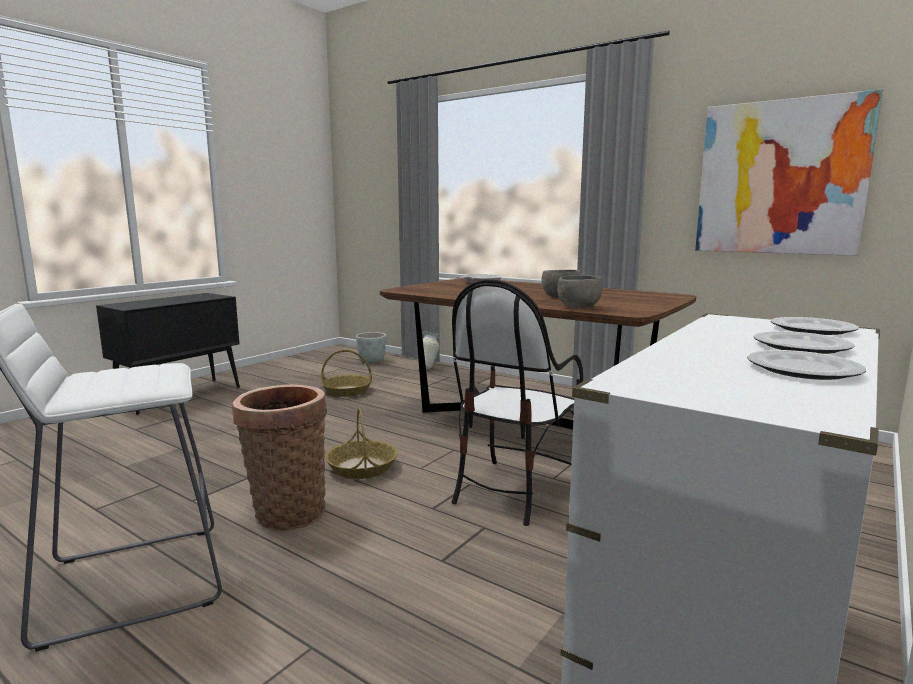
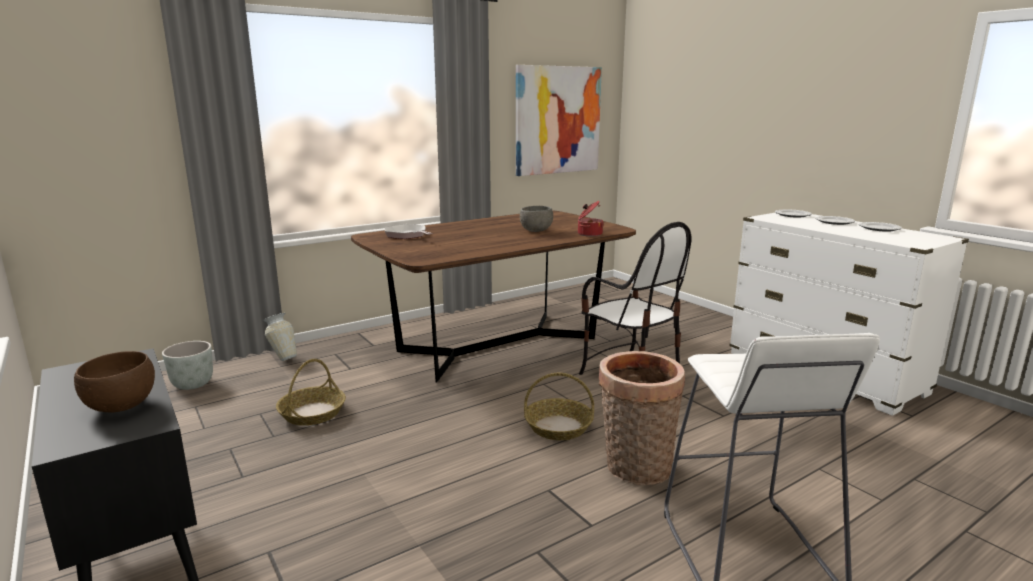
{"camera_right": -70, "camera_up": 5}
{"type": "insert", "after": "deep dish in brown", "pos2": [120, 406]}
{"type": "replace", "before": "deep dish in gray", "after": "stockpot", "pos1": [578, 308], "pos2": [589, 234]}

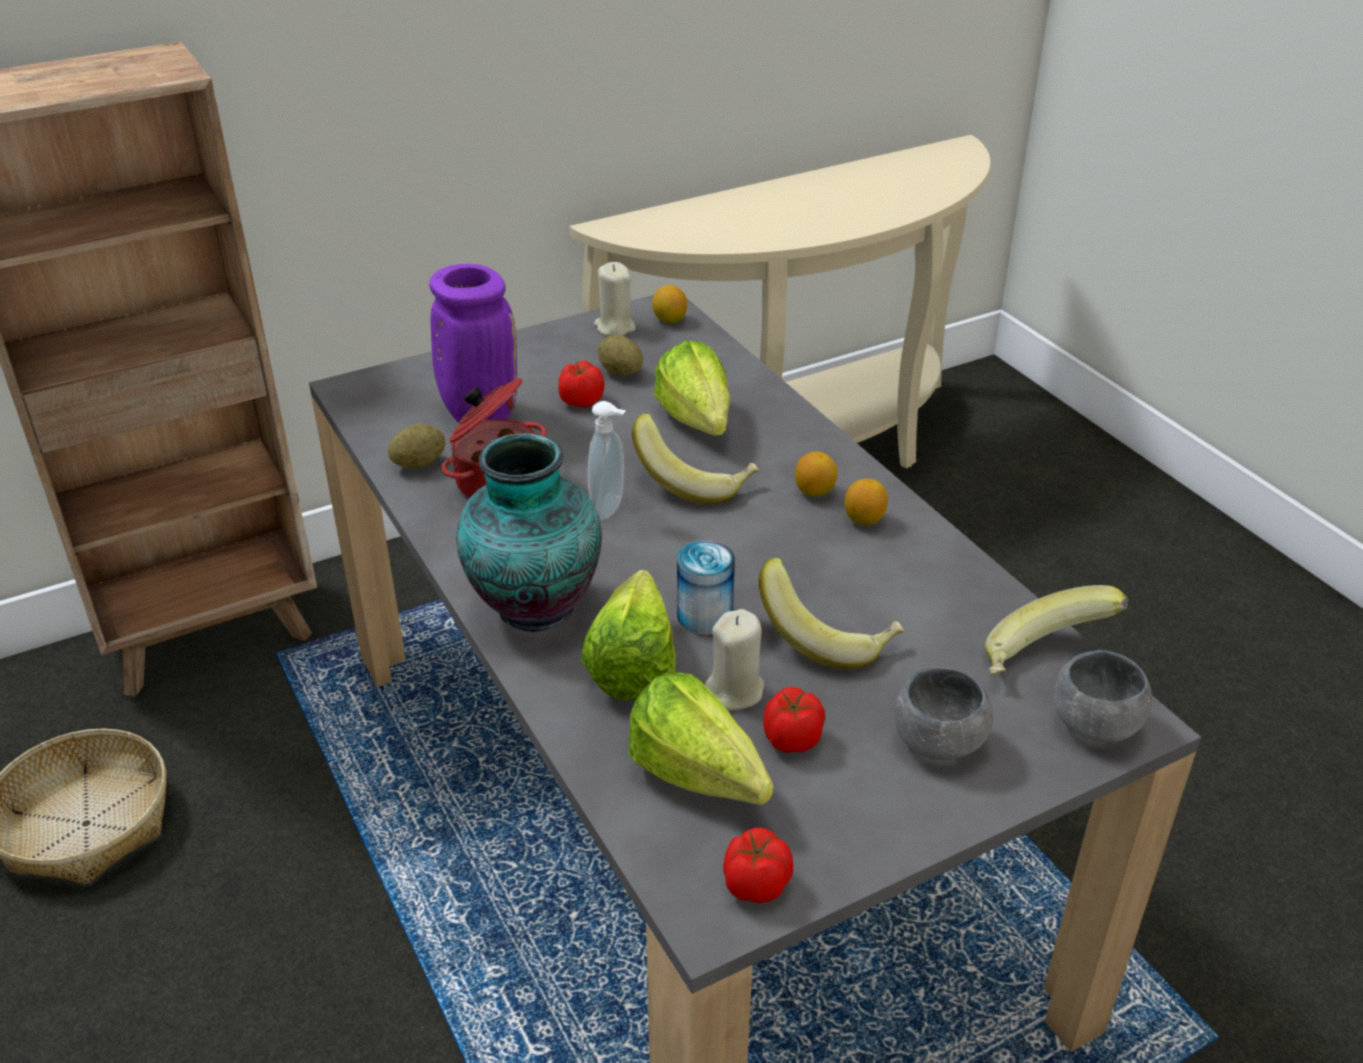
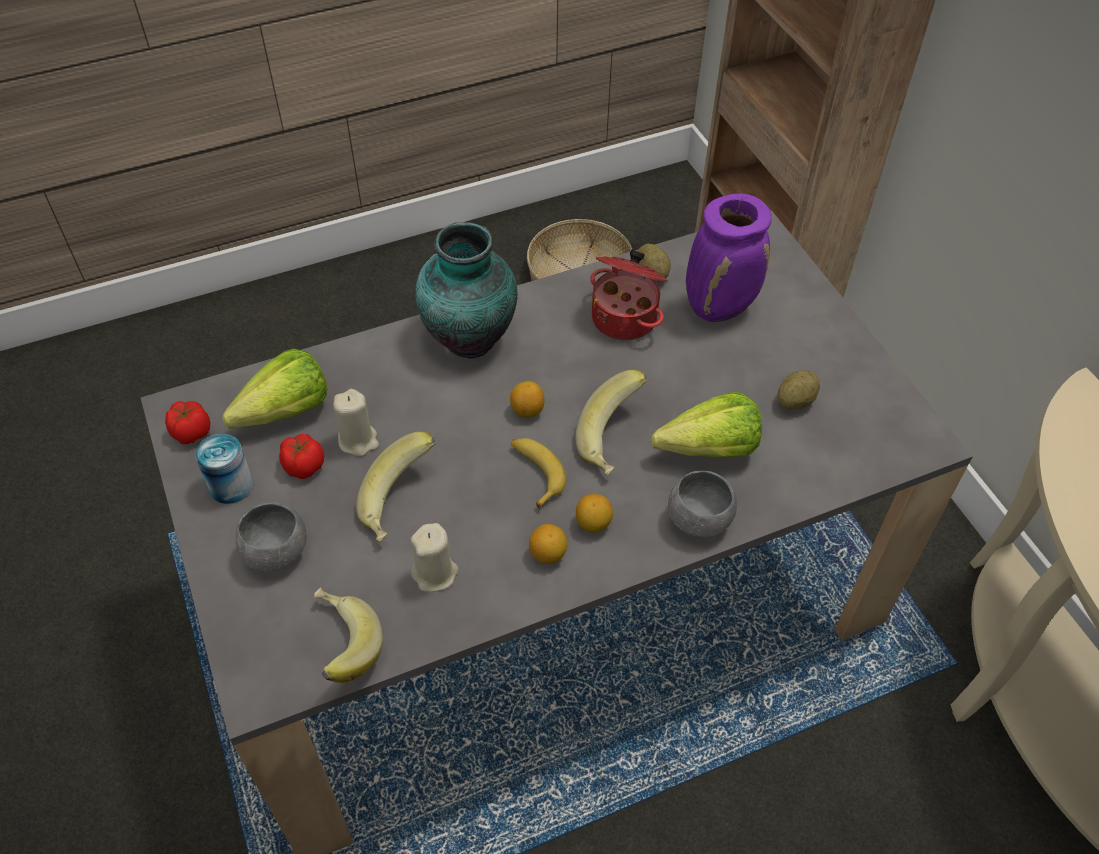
{"camera_right": 95, "camera_up": 15}
{"type": "move", "before": "sealed can", "pos1": [705, 616], "pos2": [231, 485]}
{"type": "move", "before": "candle in sand-coloured", "pos1": [615, 327], "pos2": [435, 573]}
{"type": "move", "before": "citrus fruit", "pos1": [669, 320], "pos2": [527, 410]}
{"type": "insert", "after": "banana fruit", "pos2": [535, 473]}
{"type": "move", "before": "deep dish in gray", "pos1": [1095, 724], "pos2": [699, 520]}
{"type": "delete", "before": "whole tomato", "pos1": [580, 401]}
{"type": "delete", "before": "lettuce head", "pos1": [638, 659]}
{"type": "delete", "before": "soap bottle", "pos1": [610, 508]}

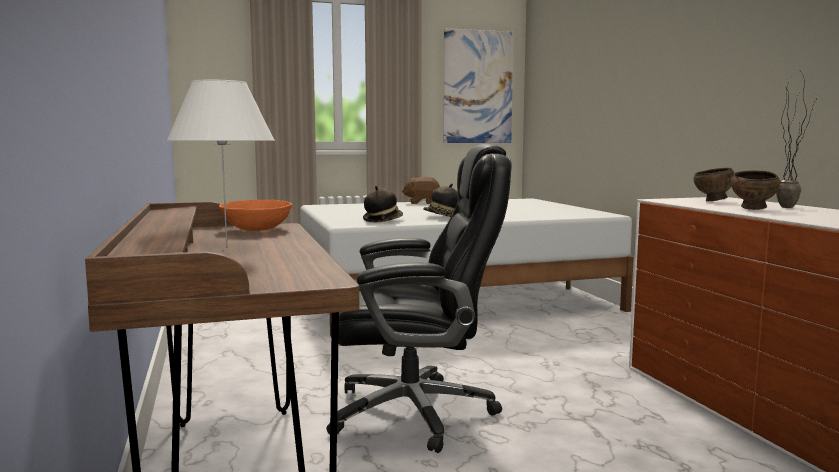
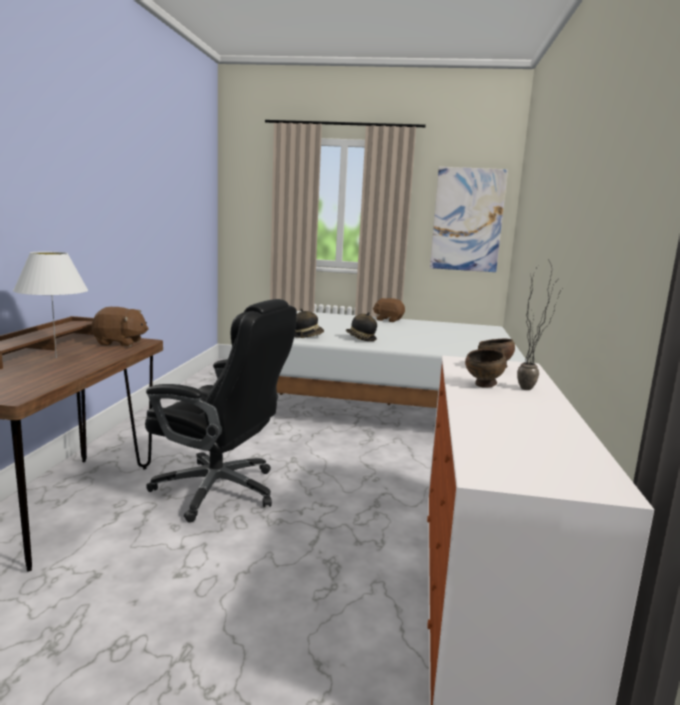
{"camera_right": 25, "camera_up": 5}
{"type": "replace", "before": "deep dish in orange", "after": "cuddly toy in brown", "pos1": [256, 229], "pos2": [120, 343]}

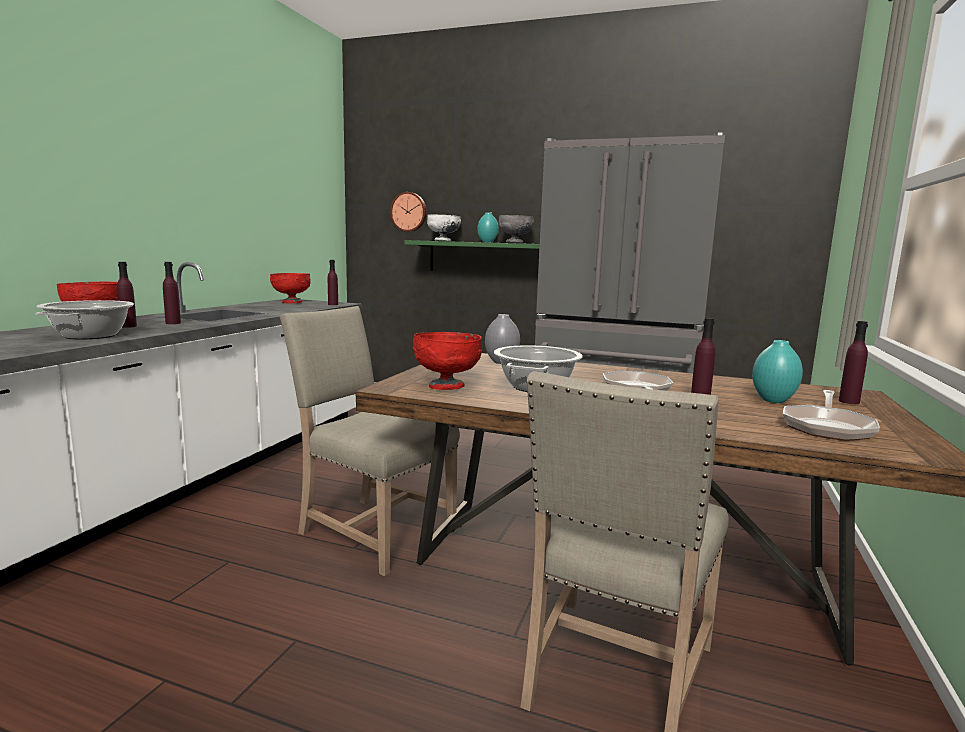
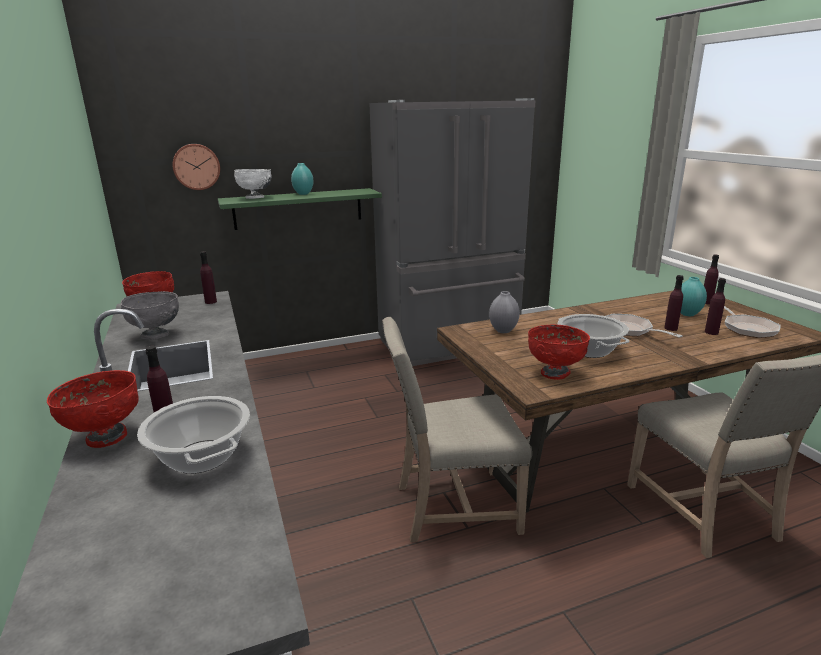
{"camera_right": -40, "camera_up": 10}
{"type": "move", "before": "deep dish in gray", "pos1": [515, 243], "pos2": [156, 335]}
{"type": "move", "before": "beverage bottle in purple-coloured", "pos1": [173, 323], "pos2": [711, 332]}

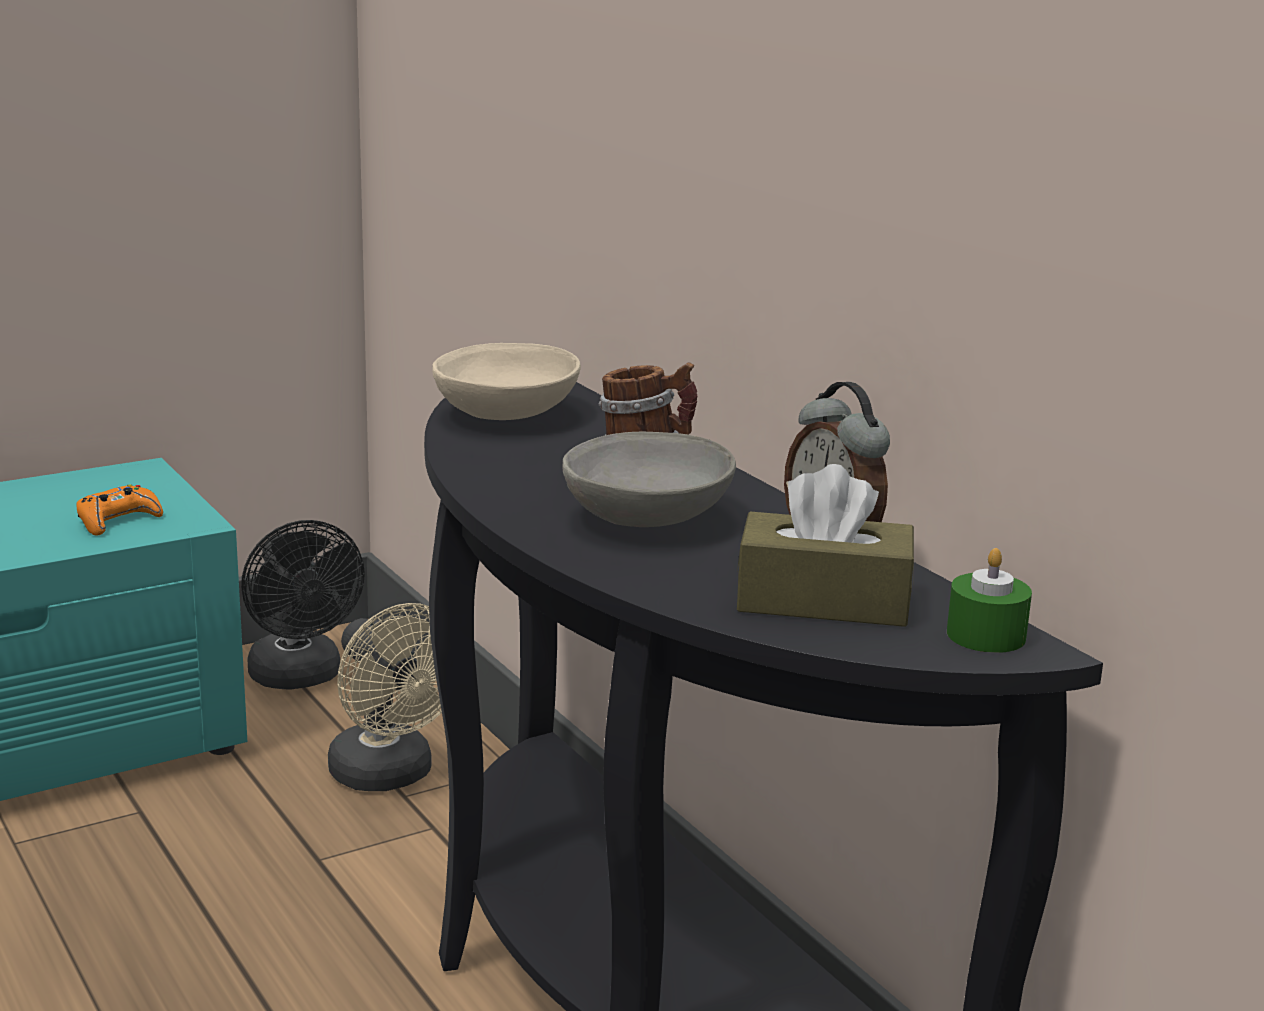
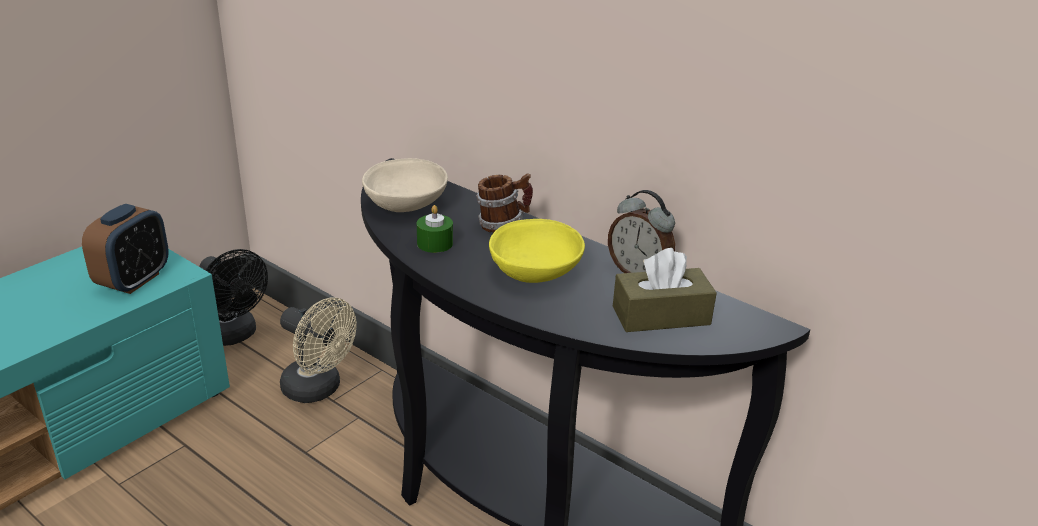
{"camera_right": -20, "camera_up": 10}
{"type": "replace", "before": "gamepad in orange", "after": "bedside clock", "pos1": [117, 520], "pos2": [134, 280]}
{"type": "move", "before": "candle in greenish", "pos1": [986, 635], "pos2": [435, 243]}
{"type": "recolor", "before": "deep dish in gray", "after": "deep dish in yellow", "pos1": [648, 519], "pos2": [536, 272]}

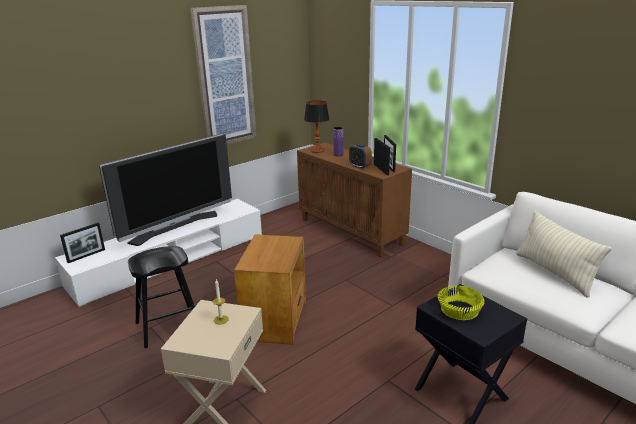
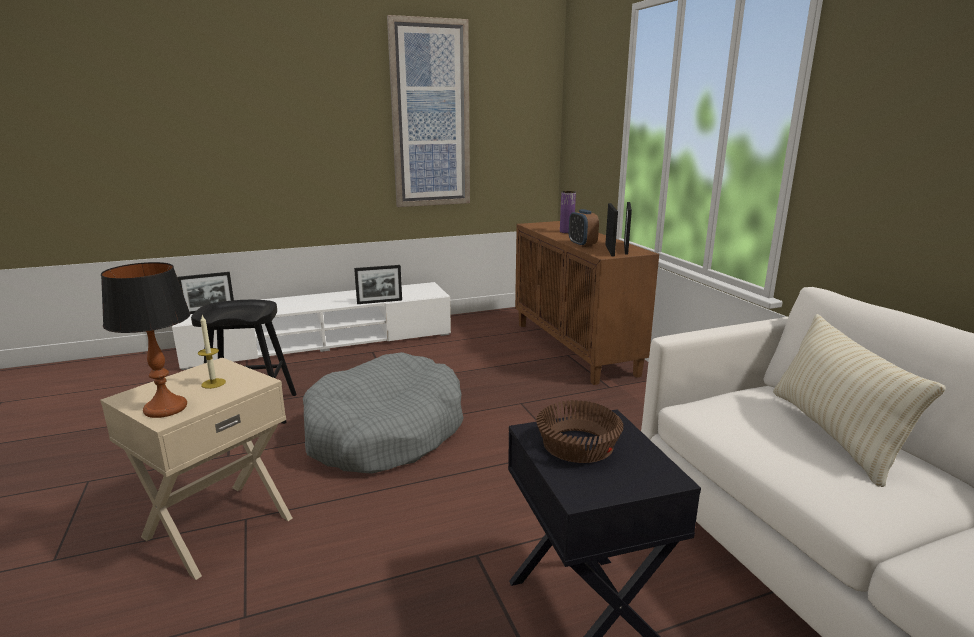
{"camera_right": 20, "camera_up": -5}
{"type": "move", "before": "lamp for a table", "pos1": [317, 150], "pos2": [166, 408]}
{"type": "replace", "before": "accent table in brown", "after": "dog bed in gray", "pos1": [276, 319], "pos2": [385, 432]}
{"type": "insert", "after": "standing frame", "pos2": [379, 302]}
{"type": "recolor", "before": "deep dish in yellow", "after": "deep dish in brown", "pos1": [460, 310], "pos2": [578, 446]}
{"type": "delete", "before": "television", "pos1": [175, 227]}

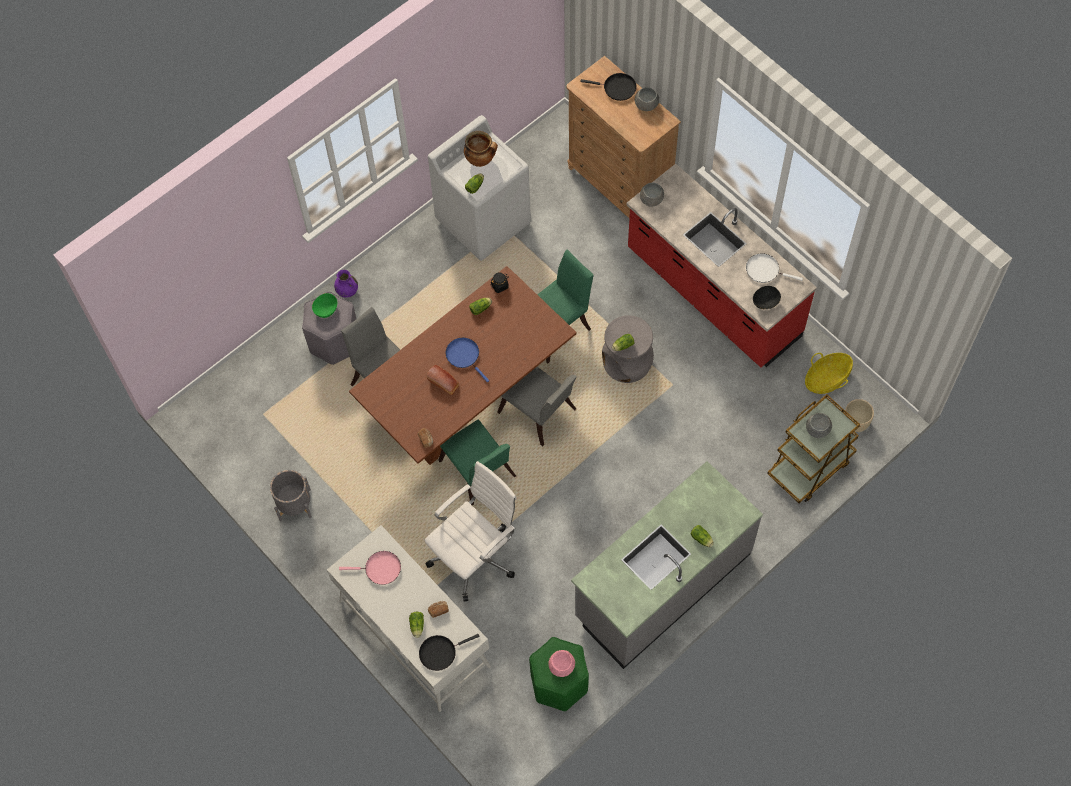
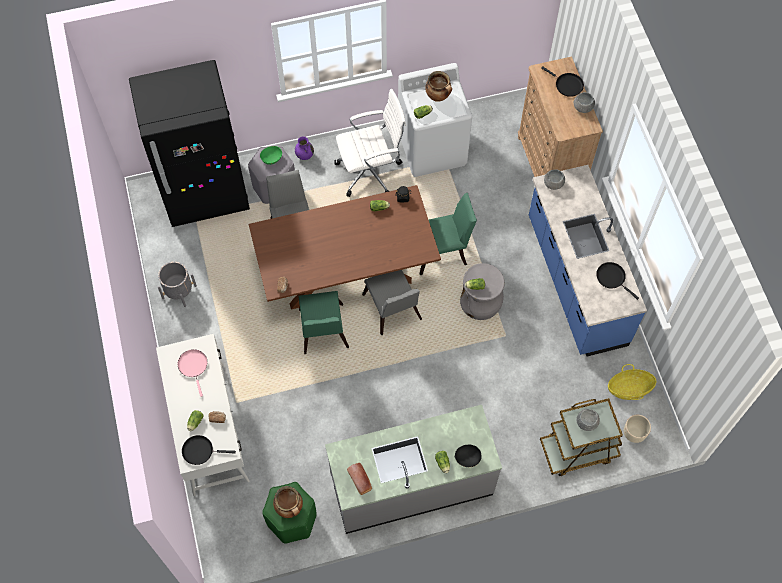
{"camera_right": 25, "camera_up": 0}
{"type": "insert", "after": "fridge in black-coloured", "pos2": [205, 193]}
{"type": "rotate", "before": "skillet in pinkish", "pos1": [380, 569], "pos2": [193, 366], "turn": -135}
{"type": "replace", "before": "deep dish in pinkish", "after": "stockpot", "pos1": [562, 666], "pos2": [290, 507]}
{"type": "move", "before": "office chair in whitish", "pos1": [475, 555], "pos2": [371, 171]}
{"type": "move", "before": "bread", "pos1": [444, 383], "pos2": [360, 481]}
{"type": "move", "before": "deep dish in black-coloured", "pos1": [765, 302], "pos2": [467, 459]}
{"type": "recolor", "before": "kitchen base unit in red-coloured", "after": "kitchen base unit in bluish", "pos1": [712, 294], "pos2": [575, 281]}
{"type": "recolor", "before": "skillet in whitish", "after": "skillet in black-coloured", "pos1": [764, 270], "pos2": [612, 278]}
{"type": "delete", "before": "skillet in bluish", "pos1": [464, 356]}

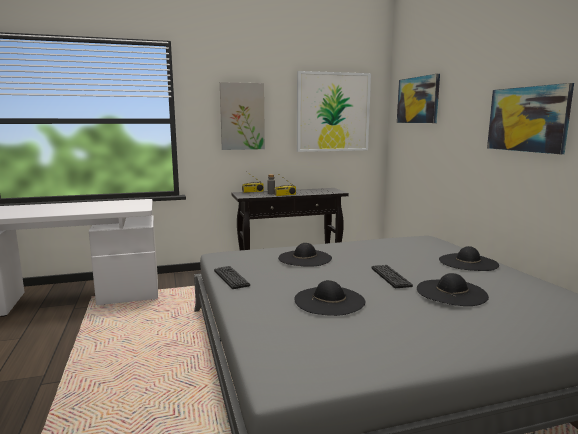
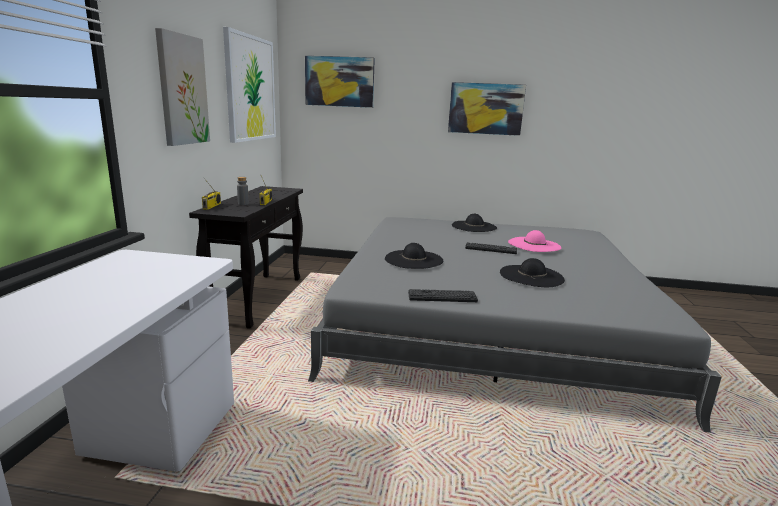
{"camera_right": -65, "camera_up": 5}
{"type": "recolor", "before": "hat in black-coloured", "after": "hat in pinkish", "pos1": [451, 292], "pos2": [534, 245]}

